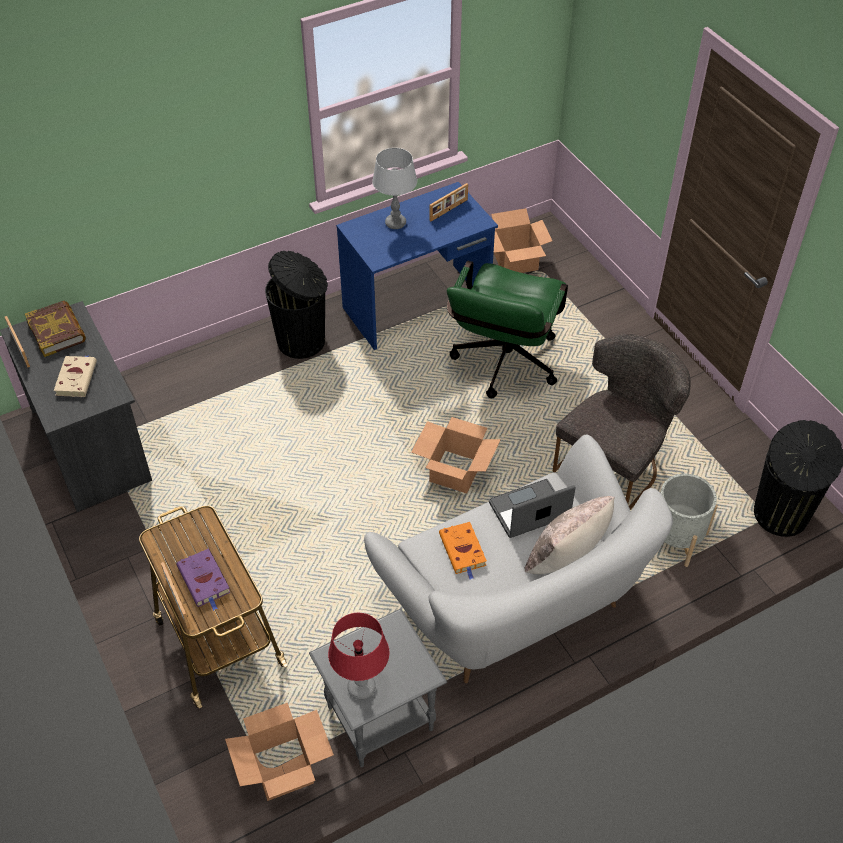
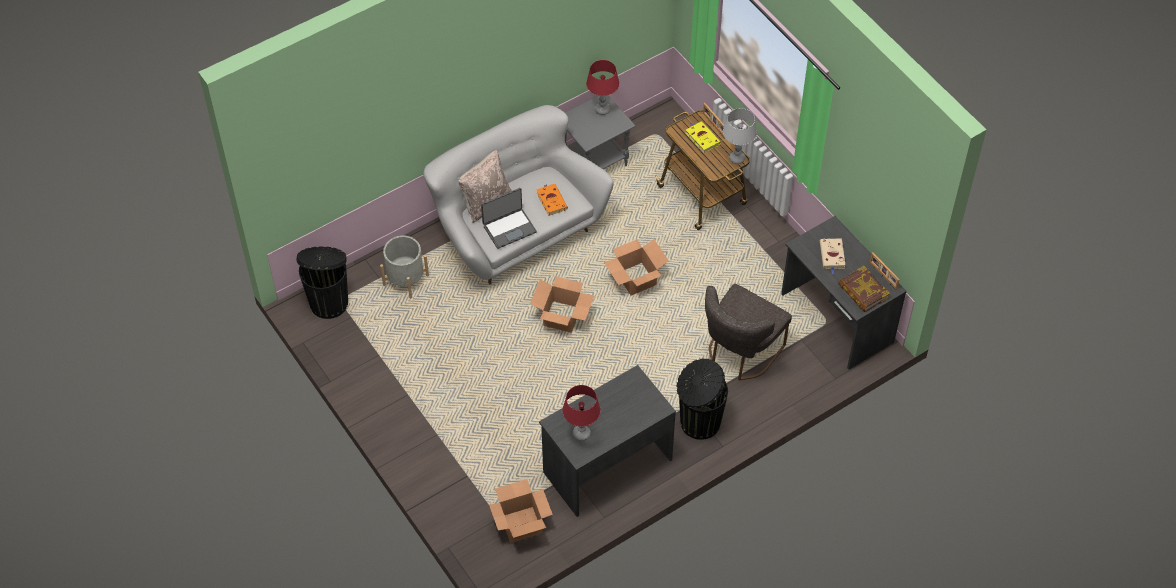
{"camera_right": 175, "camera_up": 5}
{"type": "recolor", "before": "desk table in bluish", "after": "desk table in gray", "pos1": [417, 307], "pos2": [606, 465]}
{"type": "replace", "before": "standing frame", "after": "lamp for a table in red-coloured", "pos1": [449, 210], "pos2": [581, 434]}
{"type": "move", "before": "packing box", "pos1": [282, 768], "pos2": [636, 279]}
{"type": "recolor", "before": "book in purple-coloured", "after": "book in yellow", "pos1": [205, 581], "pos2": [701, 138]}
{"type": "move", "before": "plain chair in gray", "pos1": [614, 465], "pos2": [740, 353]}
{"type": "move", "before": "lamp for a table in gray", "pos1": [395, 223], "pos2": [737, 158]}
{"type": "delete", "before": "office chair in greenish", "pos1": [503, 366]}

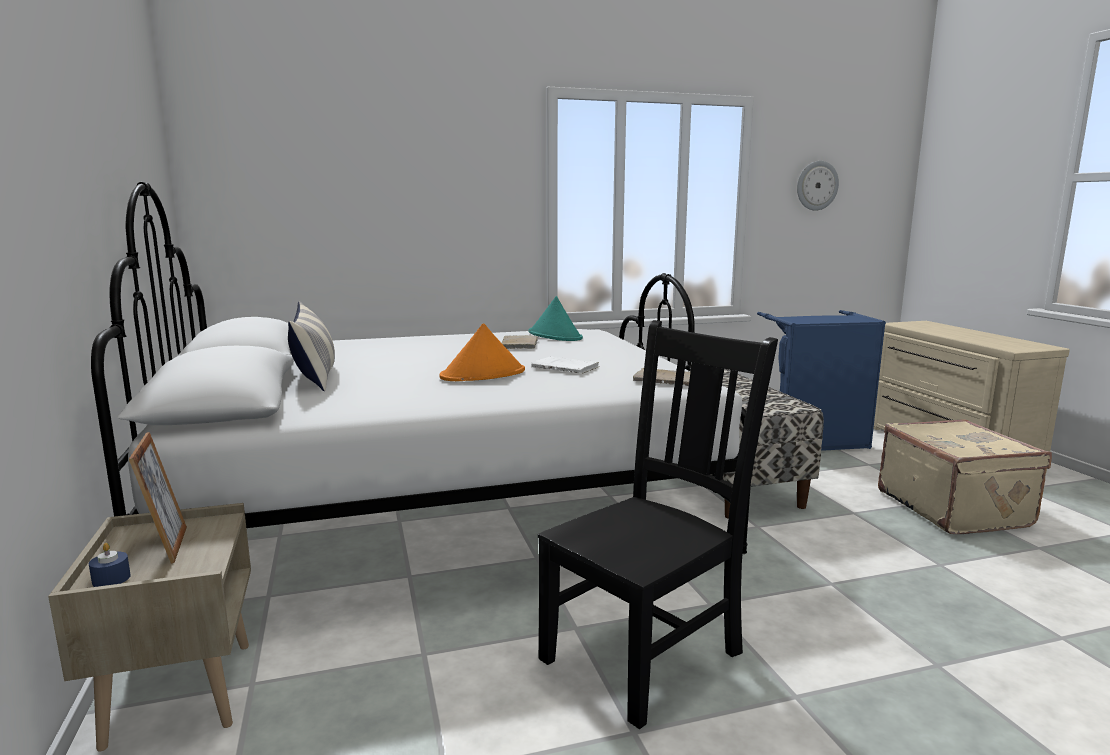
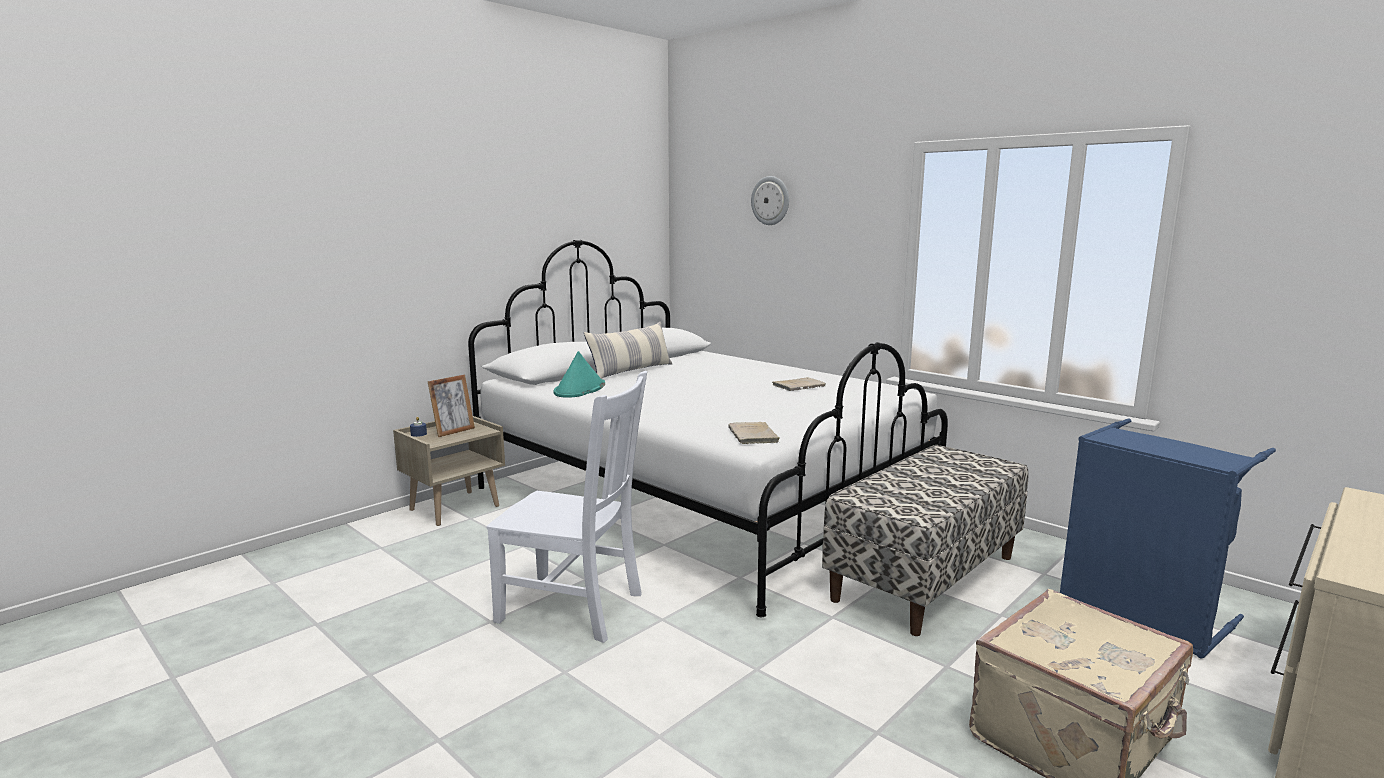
{"camera_right": 60, "camera_up": 0}
{"type": "recolor", "before": "plain chair in black-coloured", "after": "plain chair in whitish", "pos1": [646, 653], "pos2": [575, 608]}
{"type": "move", "before": "hat in turquoise", "pos1": [555, 335], "pos2": [579, 389]}
{"type": "move", "before": "wall clock", "pos1": [816, 185], "pos2": [770, 200]}
{"type": "delete", "before": "hat in orange", "pos1": [483, 375]}
{"type": "delete", "before": "book in whitish", "pos1": [567, 368]}

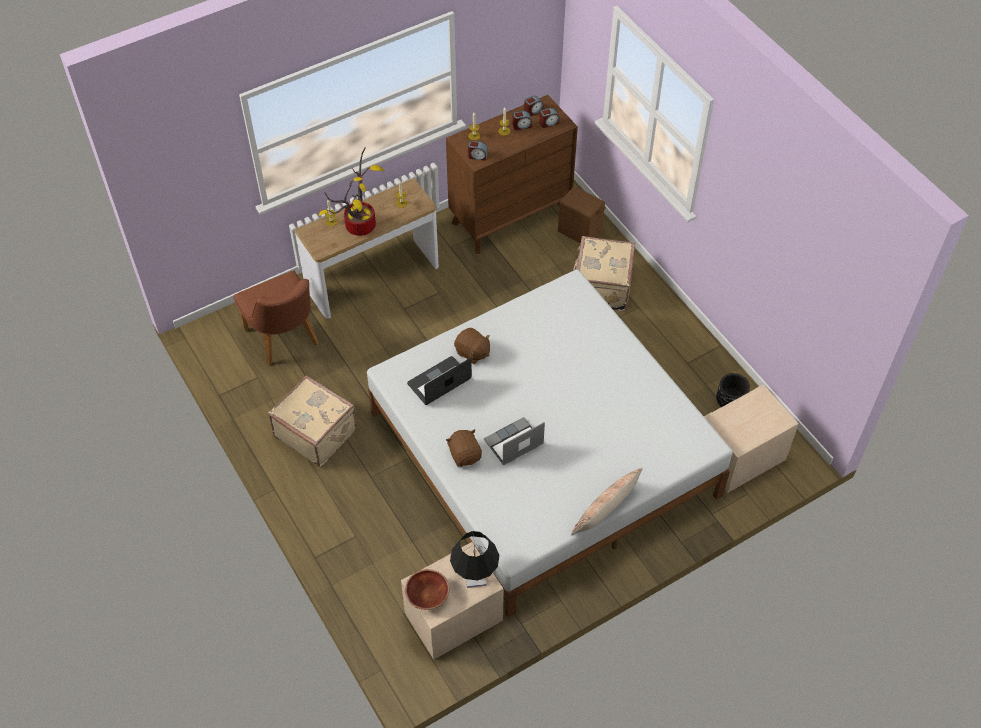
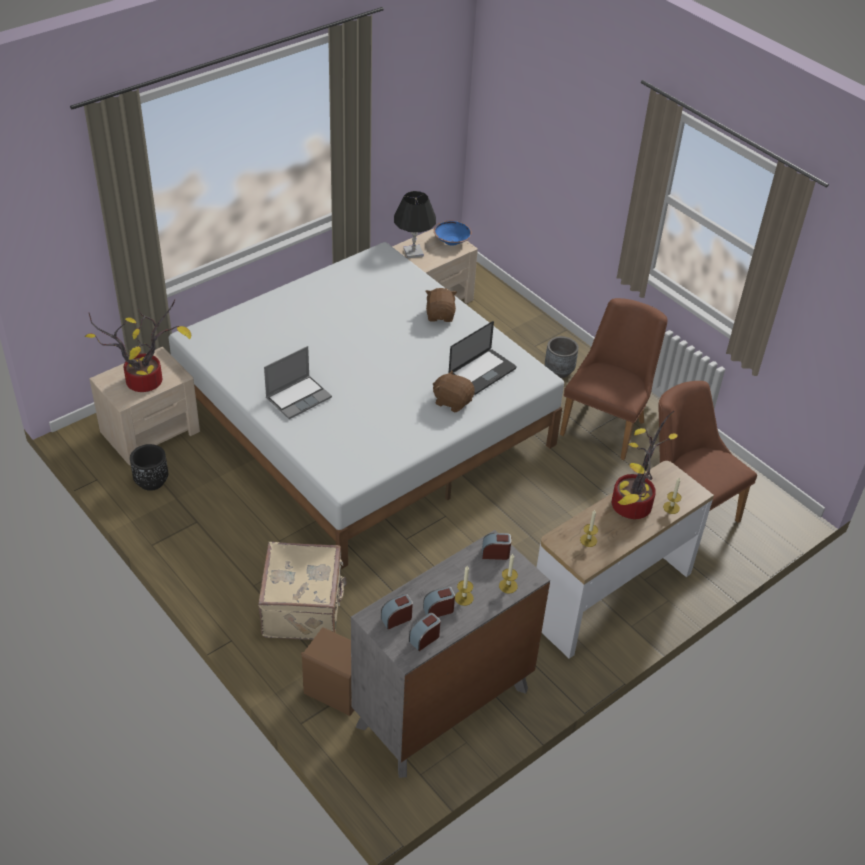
{"camera_right": 170, "camera_up": -10}
{"type": "insert", "after": "plant in a pot", "pos2": [146, 379]}
{"type": "move", "before": "laptop", "pos1": [513, 443], "pos2": [298, 397]}
{"type": "recolor", "before": "dresser in brown", "after": "dresser in gray", "pos1": [510, 216], "pos2": [443, 707]}
{"type": "rotate", "before": "cuddly toy in brown", "pos1": [465, 454], "pos2": [440, 315], "turn": -150}
{"type": "recolor", "before": "deep dish in brown", "after": "deep dish in bluish", "pos1": [428, 595], "pos2": [451, 241]}
{"type": "insert", "after": "flower pot in gray", "pos2": [559, 371]}
{"type": "replace", "before": "suitcase in sand-coloured", "after": "plain chair in brown", "pos1": [316, 432], "pos2": [607, 424]}
{"type": "delete", "before": "pillow", "pos1": [606, 510]}

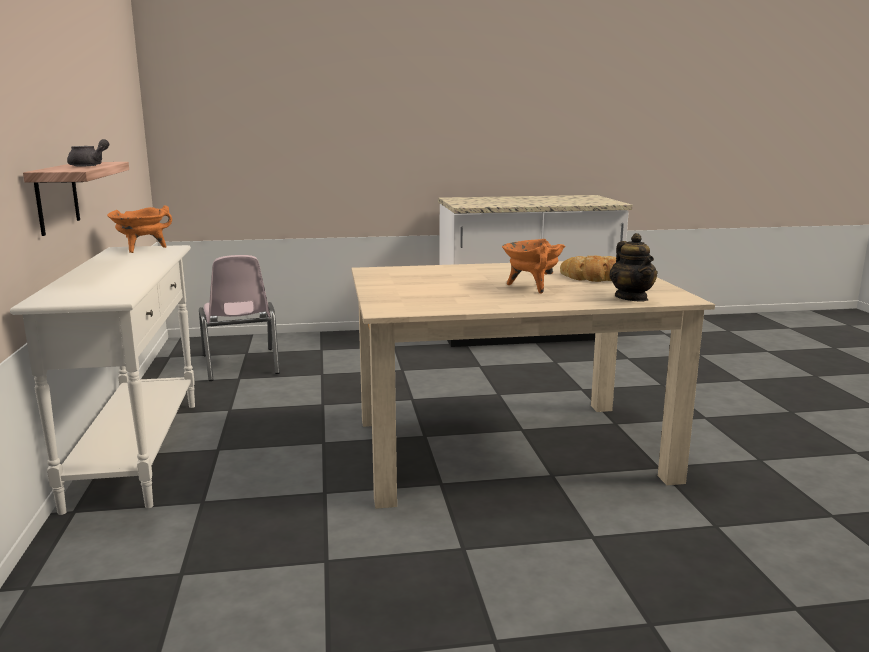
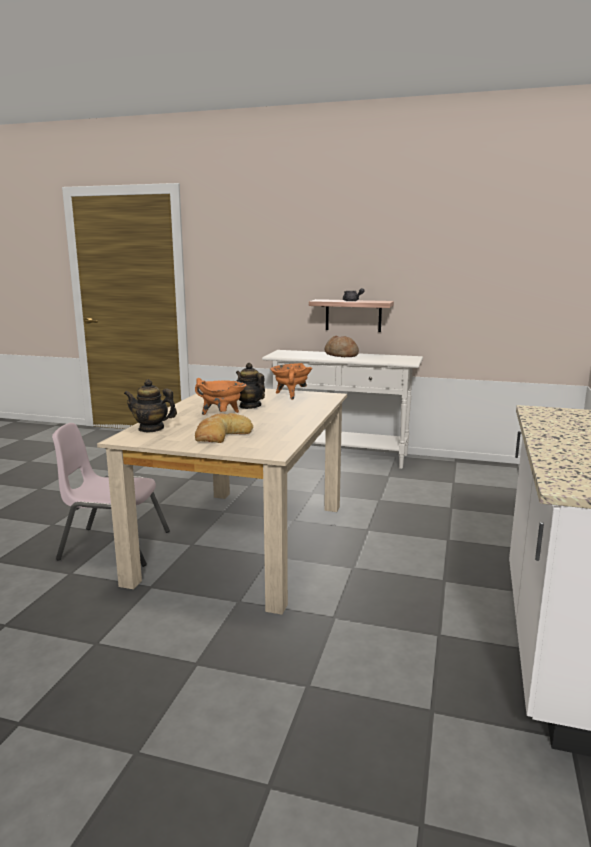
{"camera_right": 115, "camera_up": 0}
{"type": "move", "before": "plain chair in pinkish", "pos1": [240, 364], "pos2": [114, 545]}
{"type": "insert", "after": "teapot", "pos2": [250, 406]}
{"type": "move", "before": "stockpot in orange", "pos1": [141, 249], "pos2": [290, 395]}
{"type": "insert", "after": "bread", "pos2": [341, 355]}

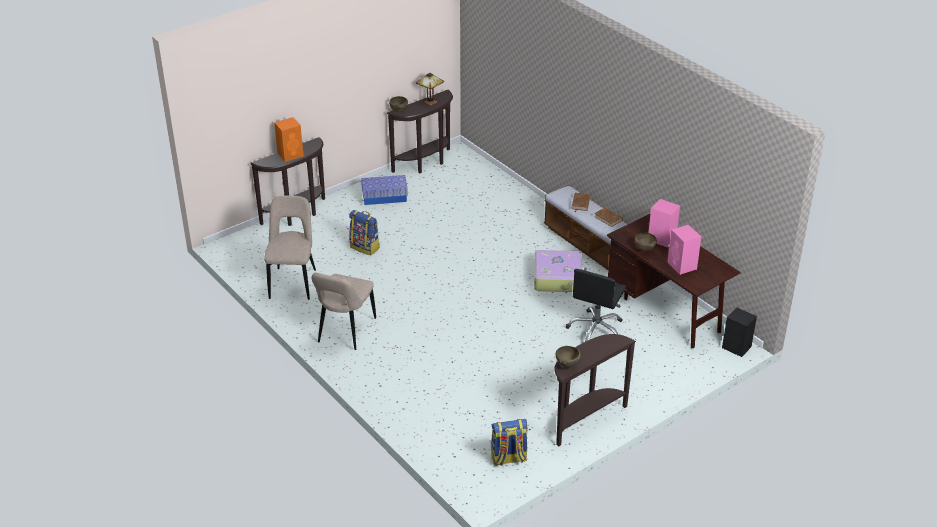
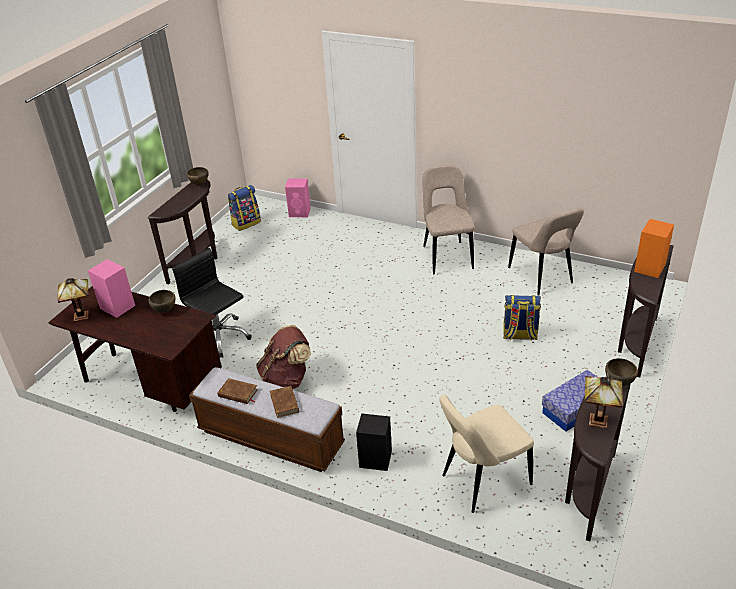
{"camera_right": 155, "camera_up": 0}
{"type": "insert", "after": "lamp for a table", "pos2": [82, 315]}
{"type": "rotate", "before": "office chair in black-coloured", "pos1": [596, 330], "pos2": [219, 337], "turn": -45}
{"type": "replace", "before": "suitcase", "after": "knapsack in brown", "pos1": [558, 277], "pos2": [287, 379]}
{"type": "move", "before": "speaker in pinkish", "pos1": [661, 238], "pos2": [300, 212]}
{"type": "move", "before": "speaker in black-coloured", "pos1": [737, 347], "pos2": [374, 459]}
{"type": "insert", "after": "plain chair in sand-coloured", "pos2": [482, 481]}

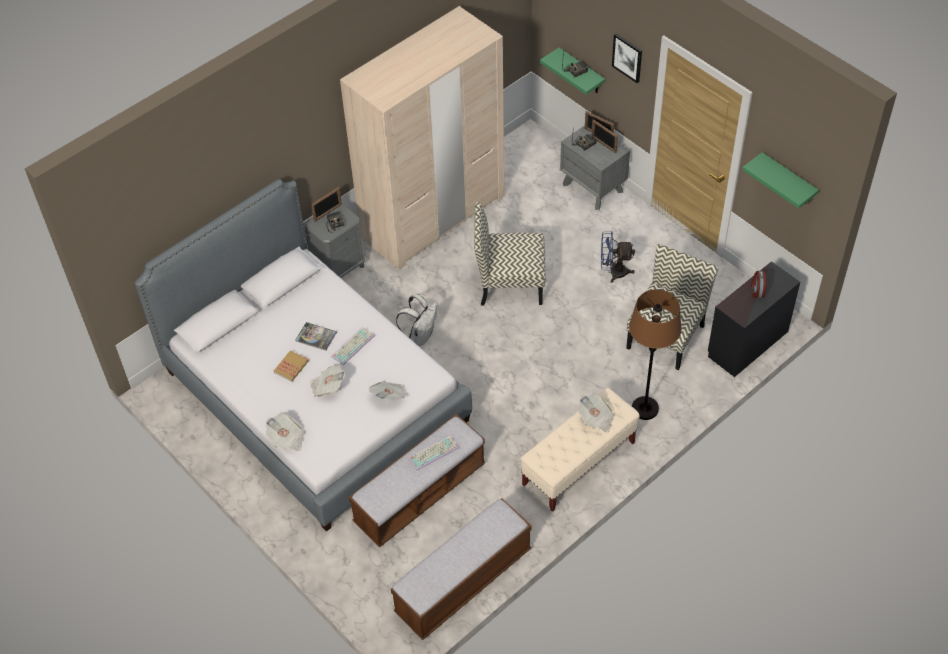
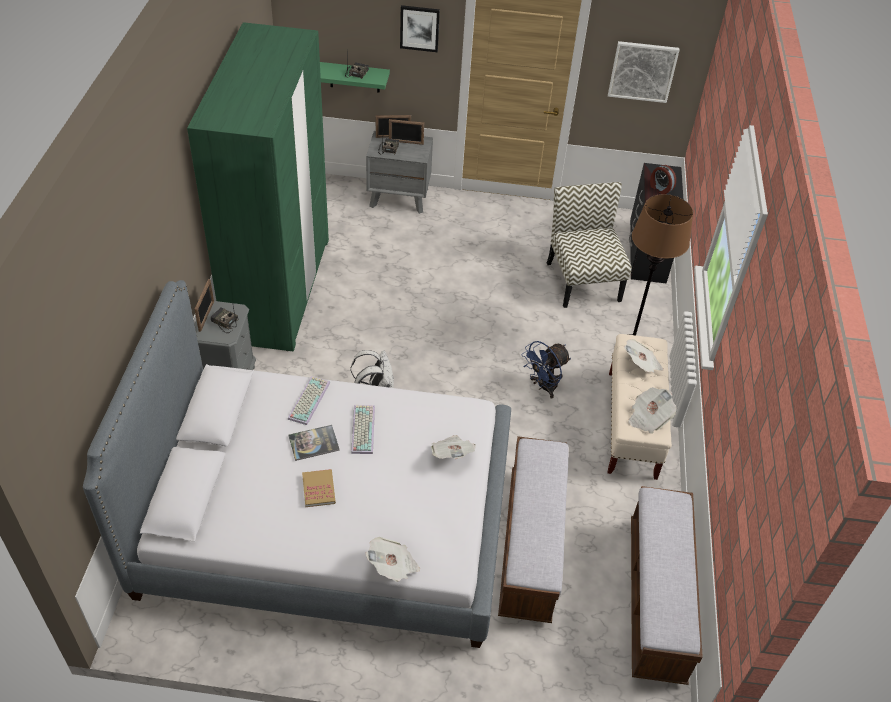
{"camera_right": -45, "camera_up": -5}
{"type": "recolor", "before": "armoire in sand-coloured", "after": "armoire in greenish", "pos1": [433, 216], "pos2": [279, 288]}
{"type": "move", "before": "keyboard", "pos1": [433, 452], "pos2": [308, 400]}
{"type": "move", "before": "cooling fan in bluish", "pos1": [613, 272], "pos2": [543, 387]}
{"type": "replace", "before": "shelf in greenish", "after": "wall picture", "pos1": [788, 180], "pos2": [642, 71]}
{"type": "move", "before": "daily paper", "pos1": [327, 387], "pos2": [648, 418]}
{"type": "delete", "before": "plain chair", "pos1": [509, 284]}

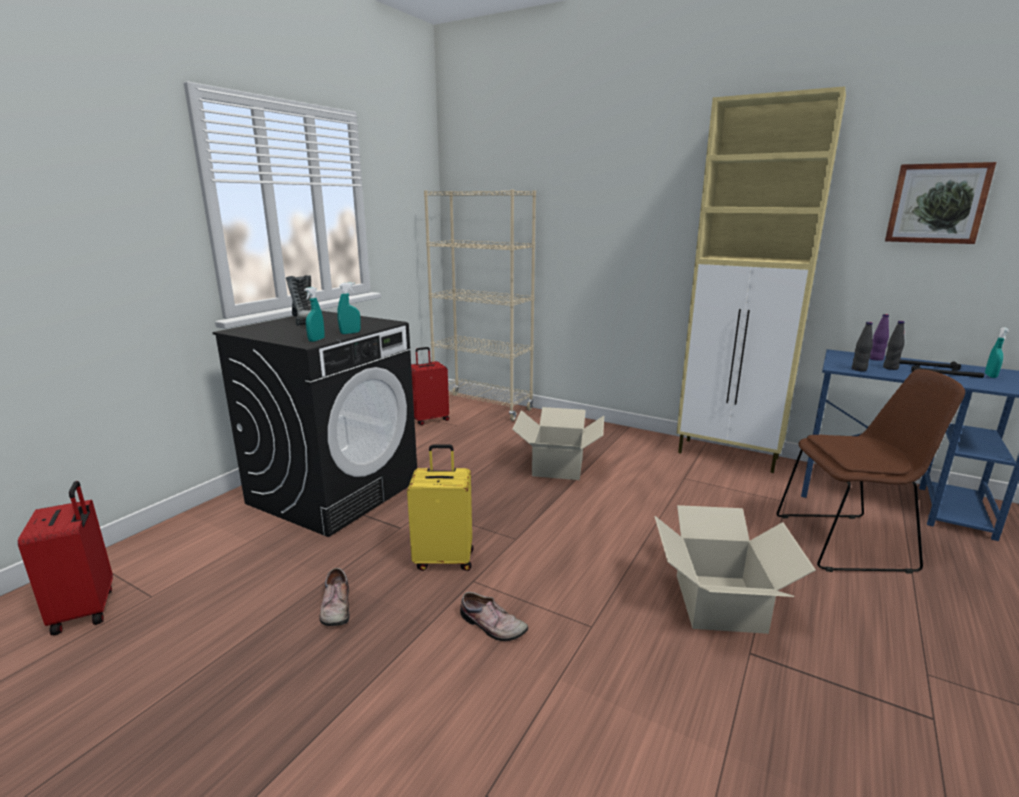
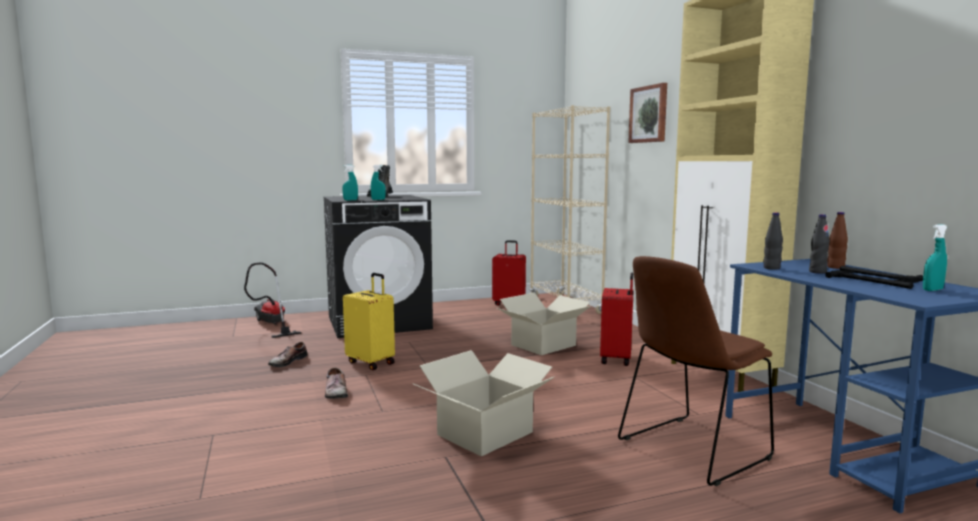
{"camera_right": 40, "camera_up": -10}
{"type": "insert", "after": "hoover", "pos2": [271, 325]}
{"type": "move", "before": "suitcase in red-coloured", "pos1": [86, 610], "pos2": [617, 359]}
{"type": "rotate", "before": "plain chair in brown", "pos1": [847, 542], "pos2": [690, 450], "turn": 105}
{"type": "move", "before": "wall picture", "pos1": [936, 203], "pos2": [649, 114]}
{"type": "recolor", "before": "beverage bottle in purple-coloured", "after": "beverage bottle in brown", "pos1": [876, 359], "pos2": [835, 267]}

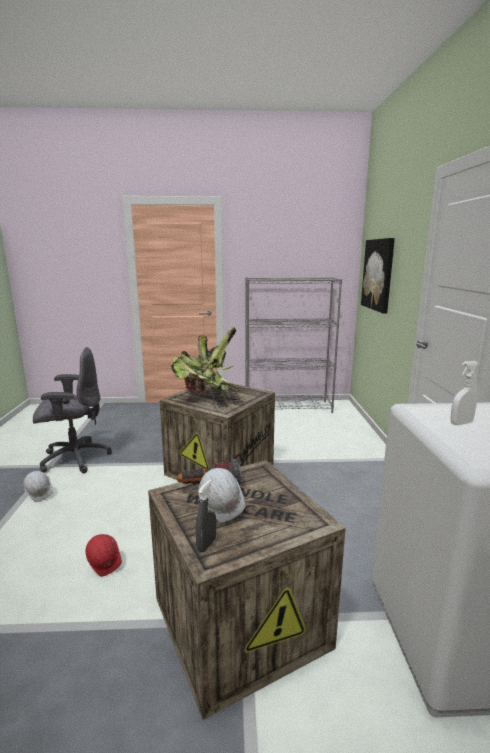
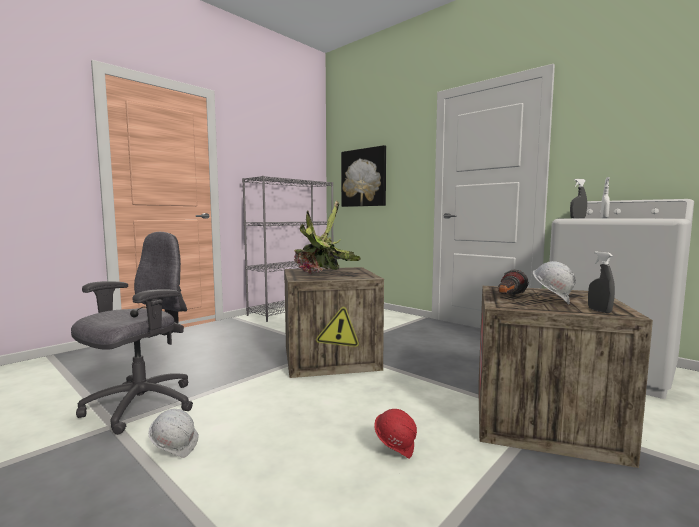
{"camera_right": -45, "camera_up": -10}
{"type": "insert", "after": "hand sprayer in gray", "pos2": [577, 218]}

